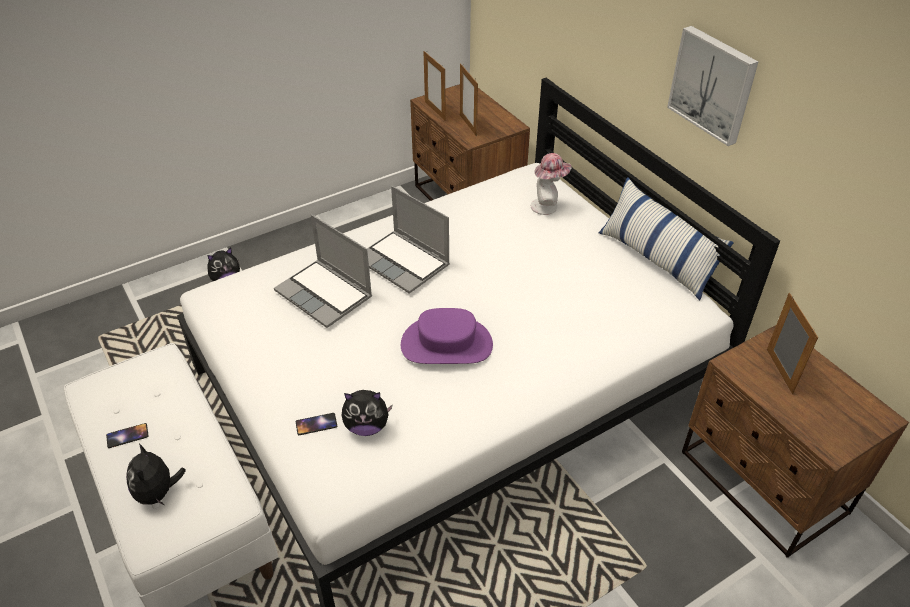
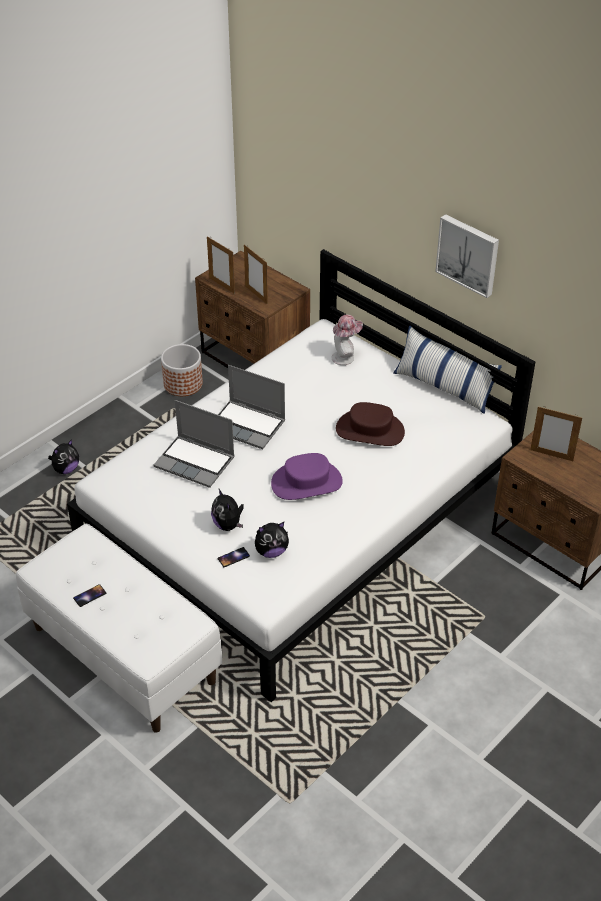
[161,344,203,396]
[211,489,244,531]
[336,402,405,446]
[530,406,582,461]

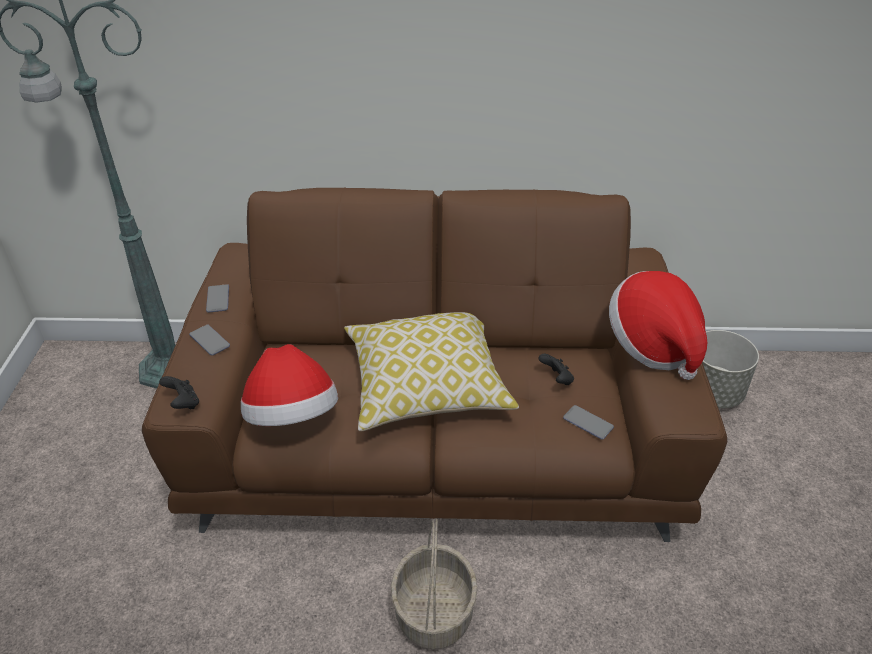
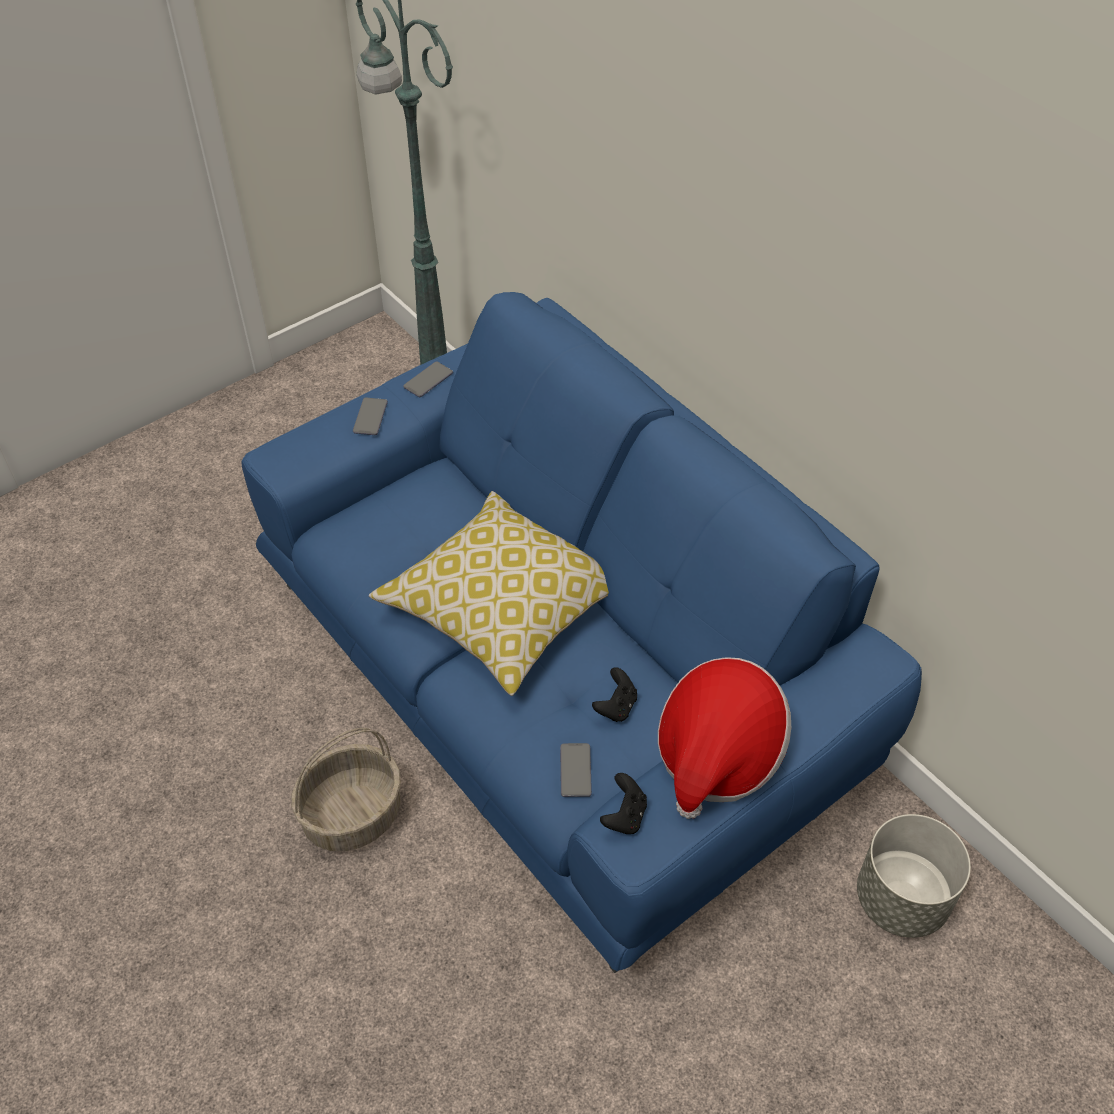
[241,292,922,973]
[600,773,647,834]
[241,344,338,426] (first image)

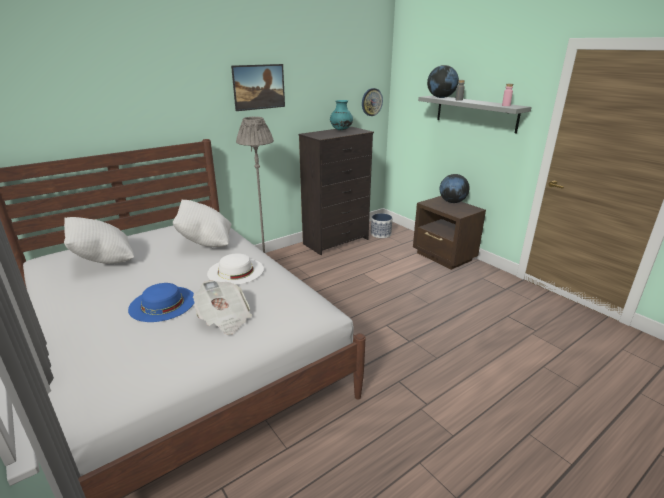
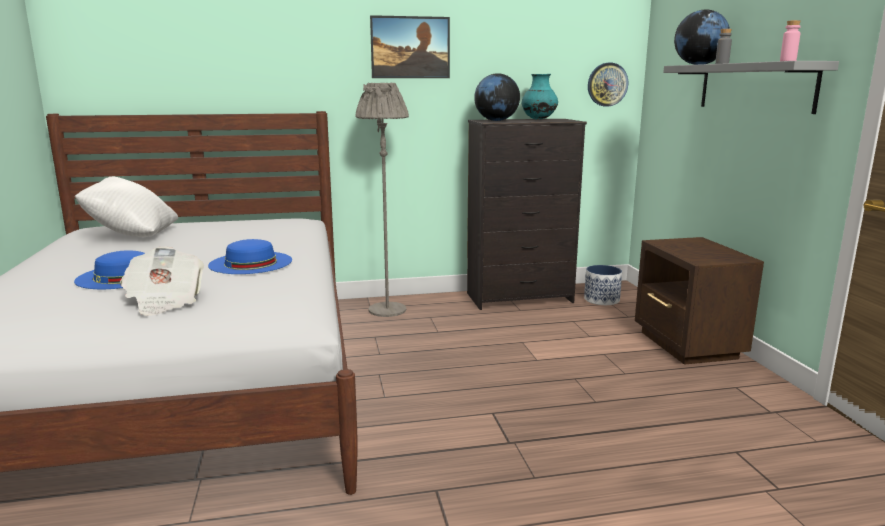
[208,239,292,274]
[474,73,520,121]
[173,200,231,247] (first image)

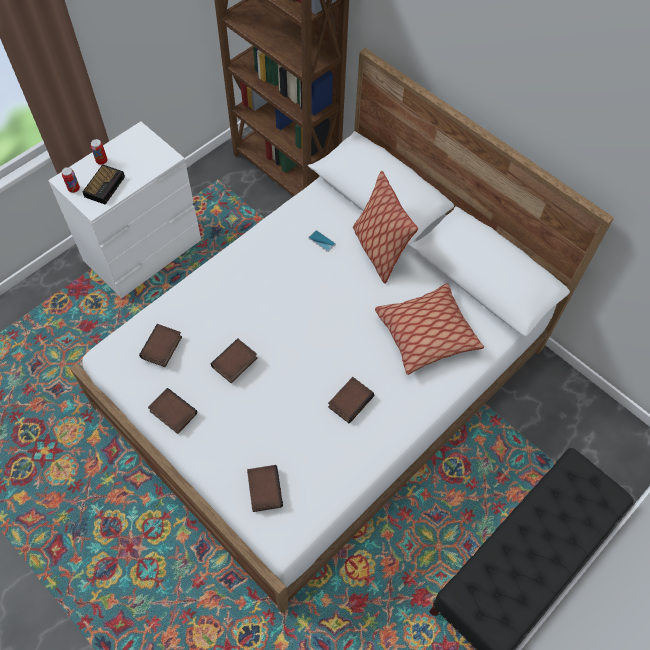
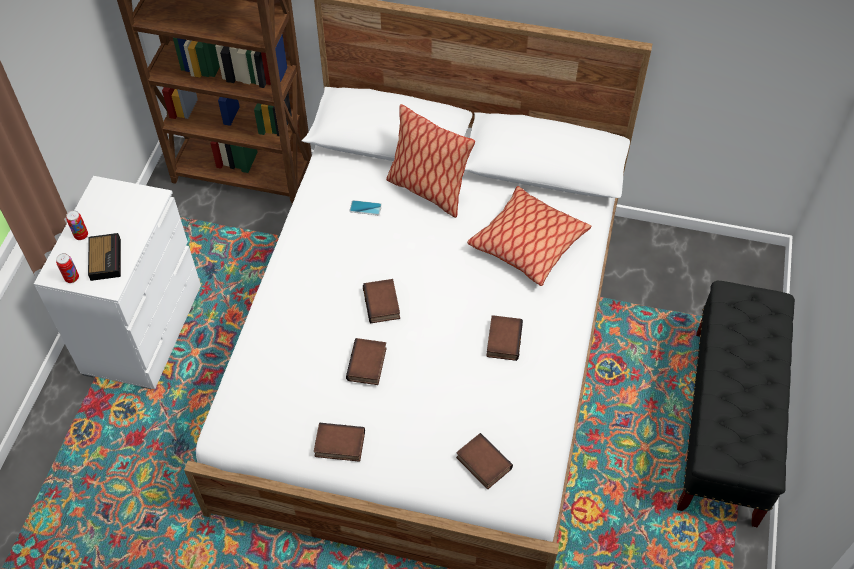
[363,279,400,323]

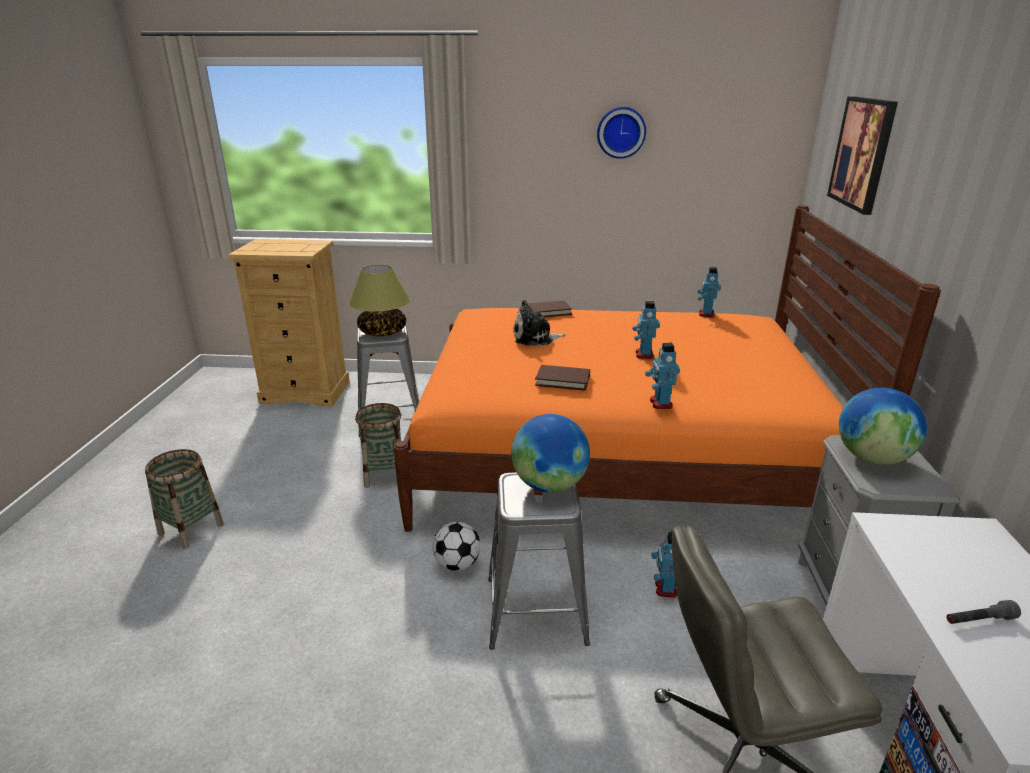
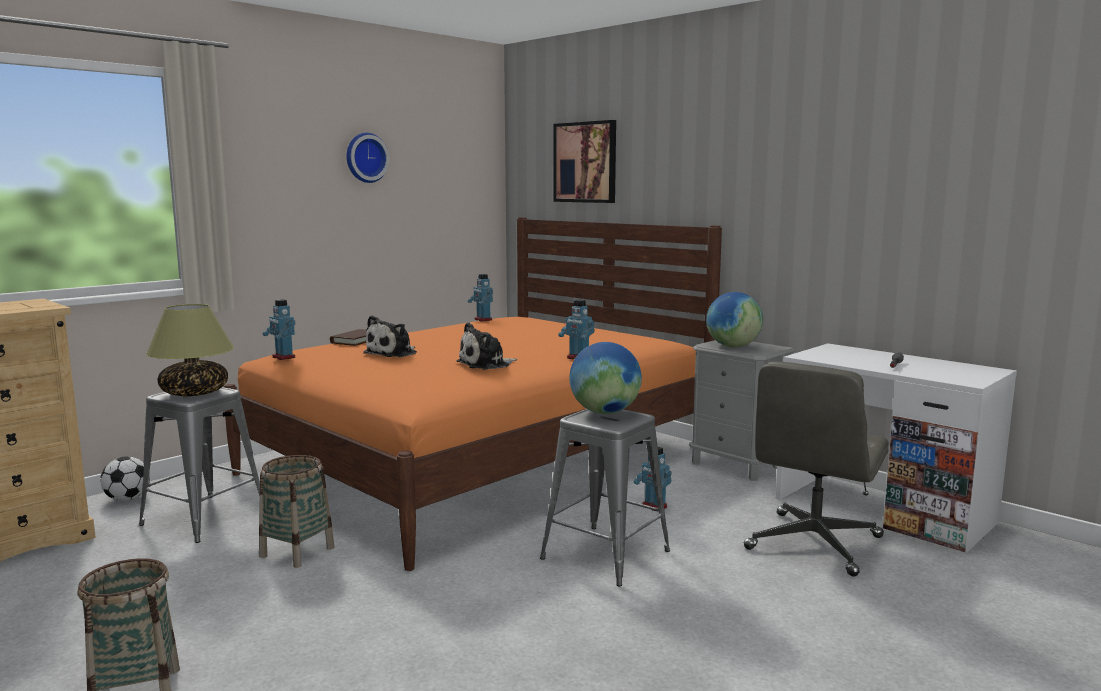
[100,457,150,501]
[262,299,295,360]
[457,322,517,370]

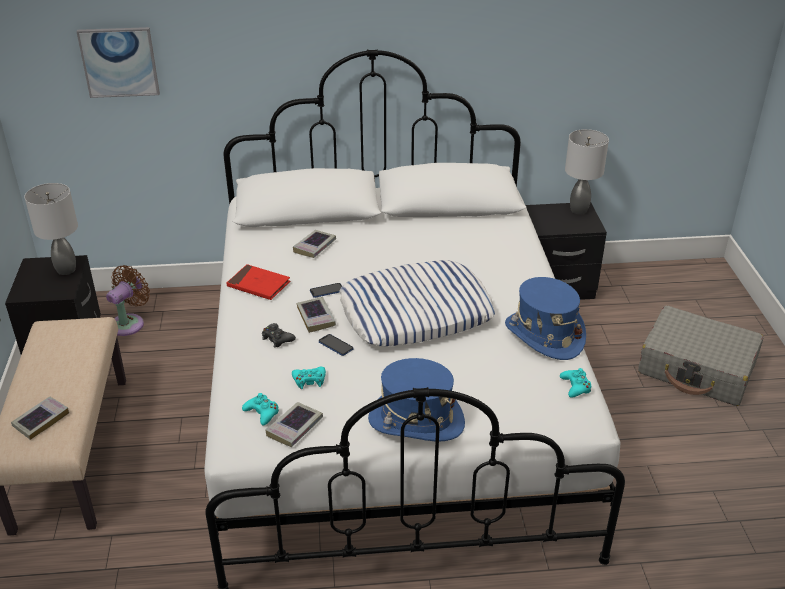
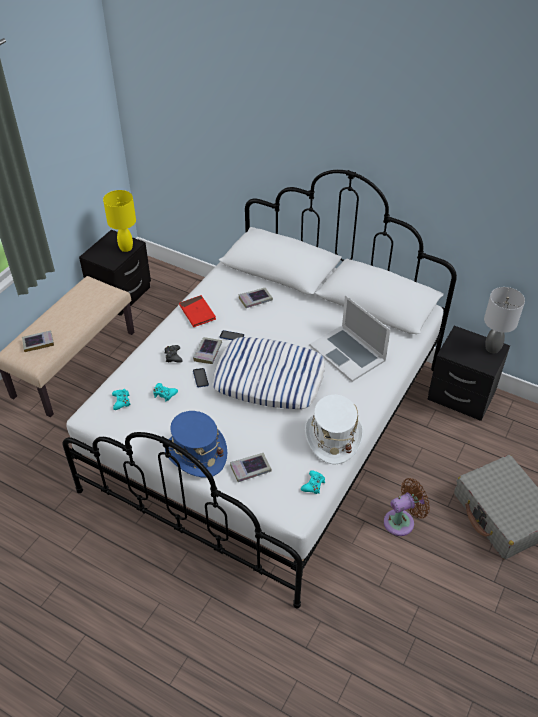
[103,190,136,252]
[230,453,272,482]
[305,395,363,465]
[309,295,391,382]
[384,478,430,536]
[76,27,160,98] (first image)

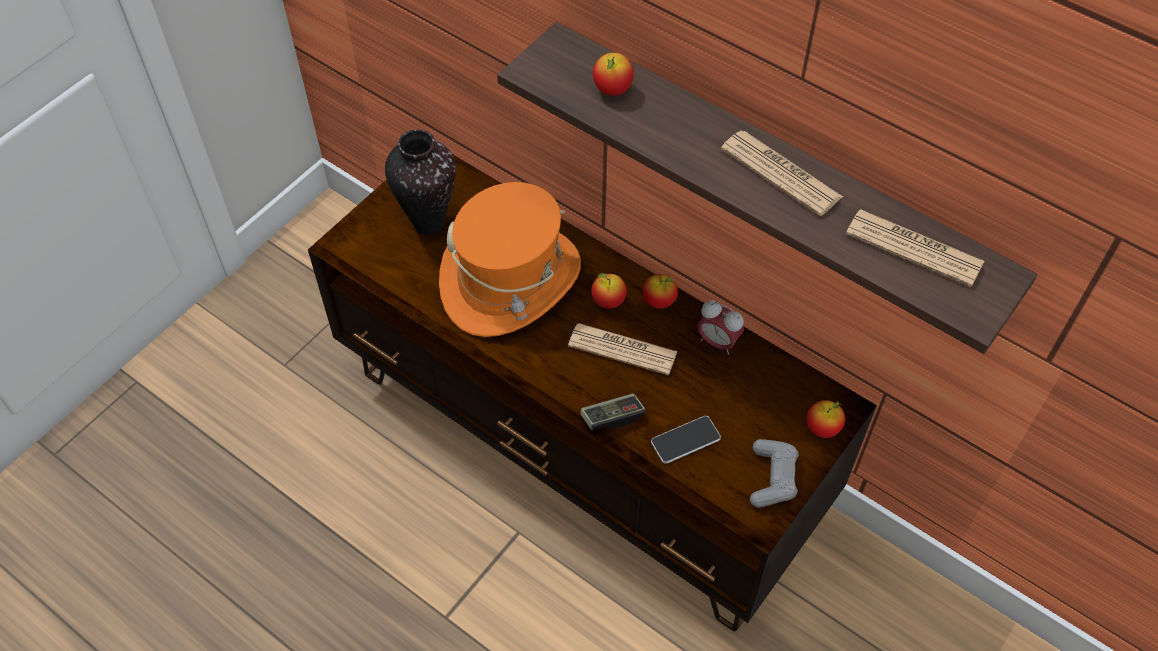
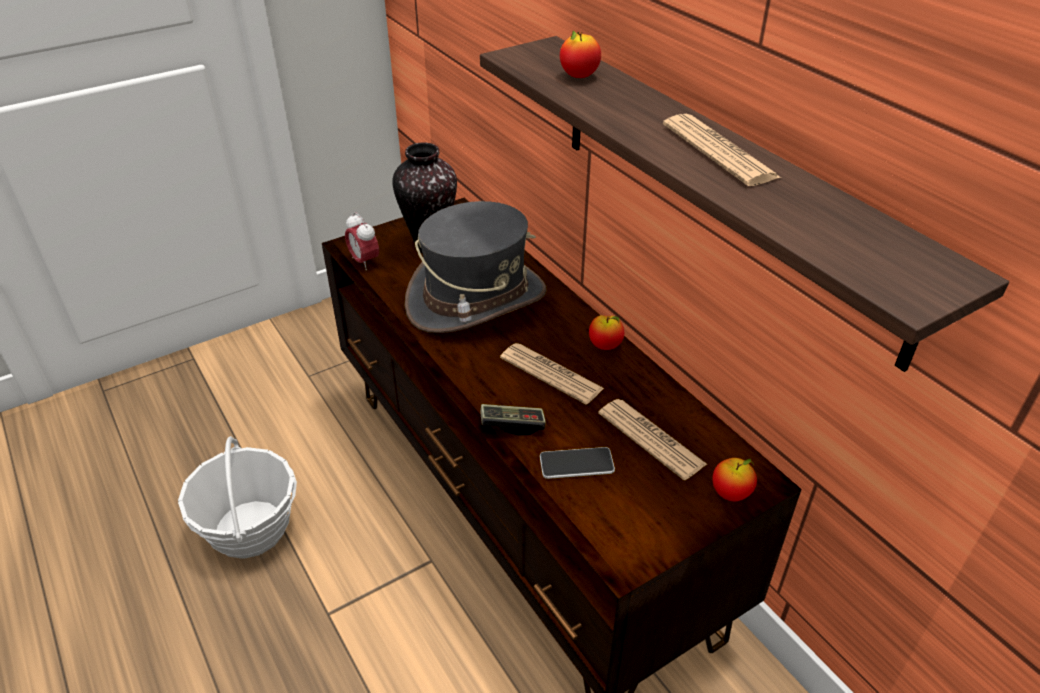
[178,436,297,559]
[345,212,379,270]
[405,201,547,333]
[598,399,707,480]
[591,273,627,309] (first image)
[750,439,799,508] (first image)

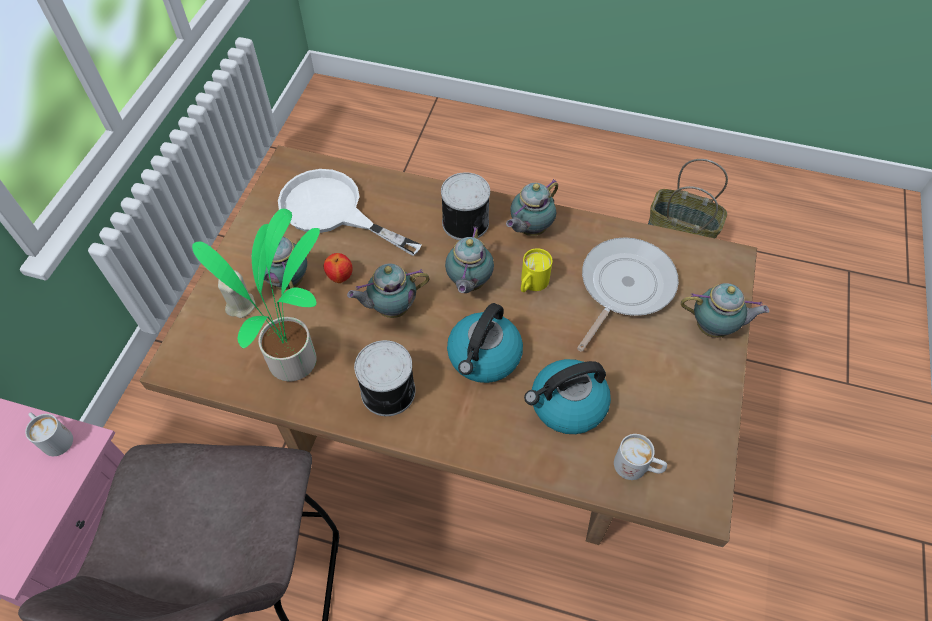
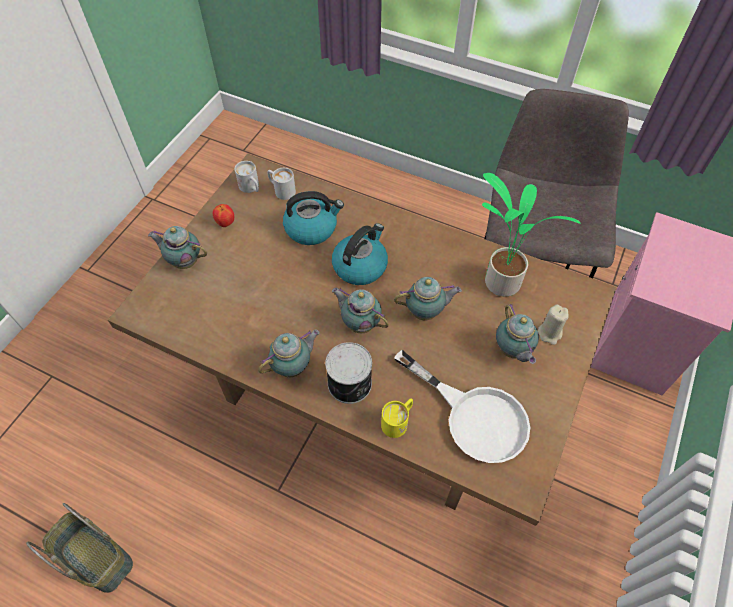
[213,204,234,227]
[235,161,259,193]
[332,288,389,333]
[381,398,413,438]
[354,340,415,416] (first image)
[577,237,679,352] (first image)

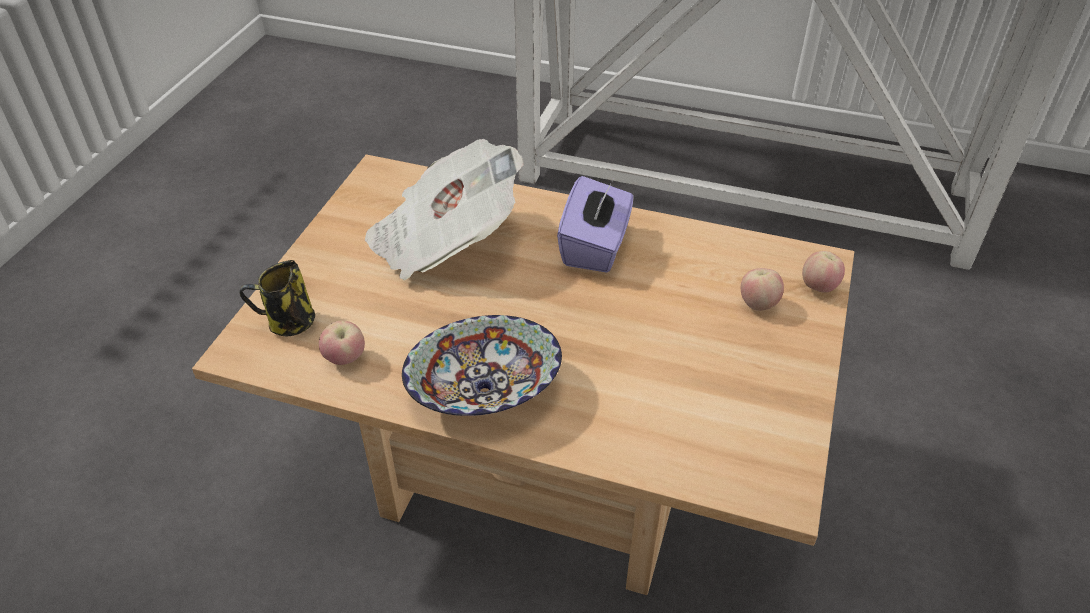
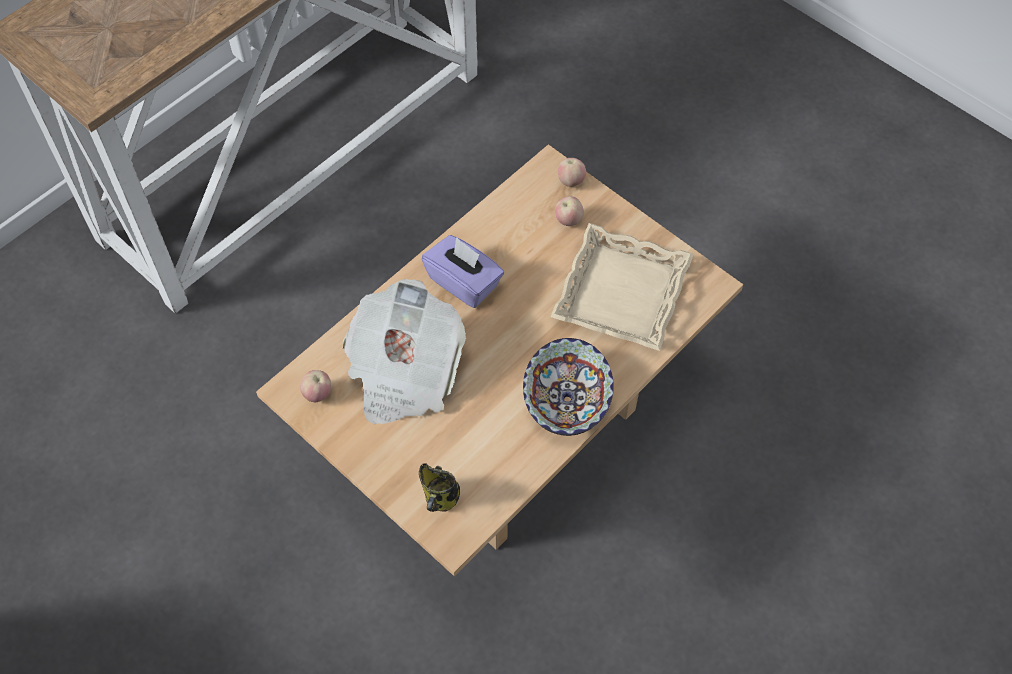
[300,370,331,402]
[550,223,694,351]

